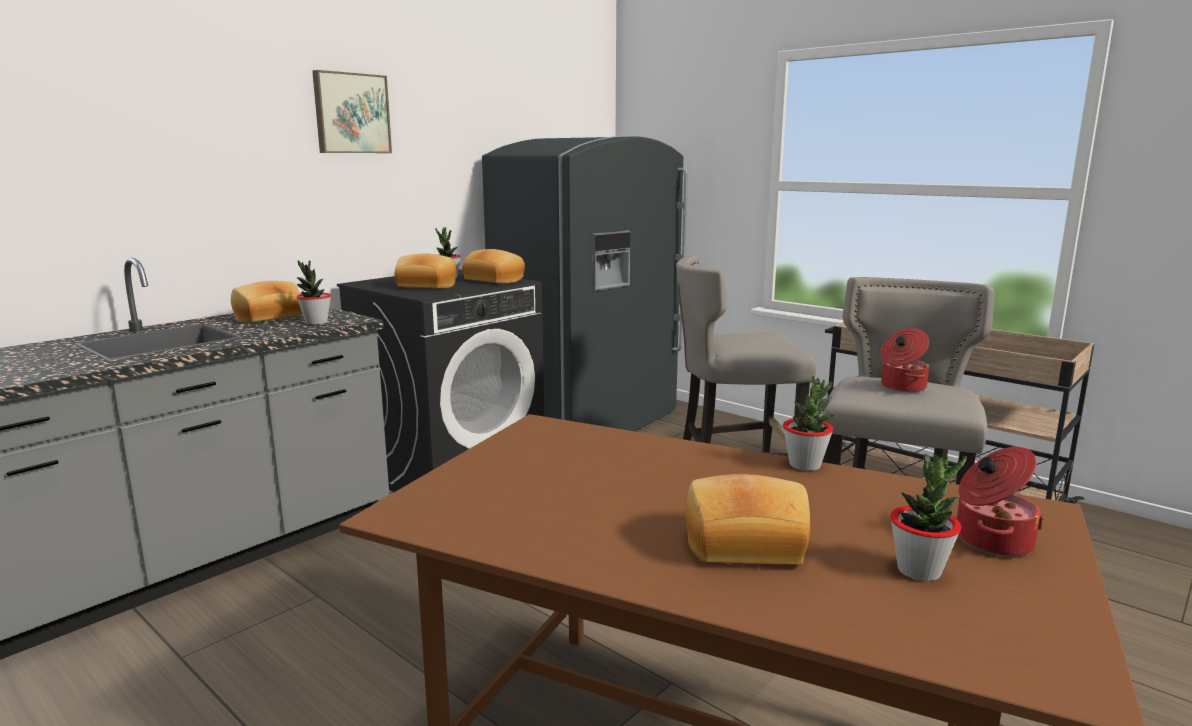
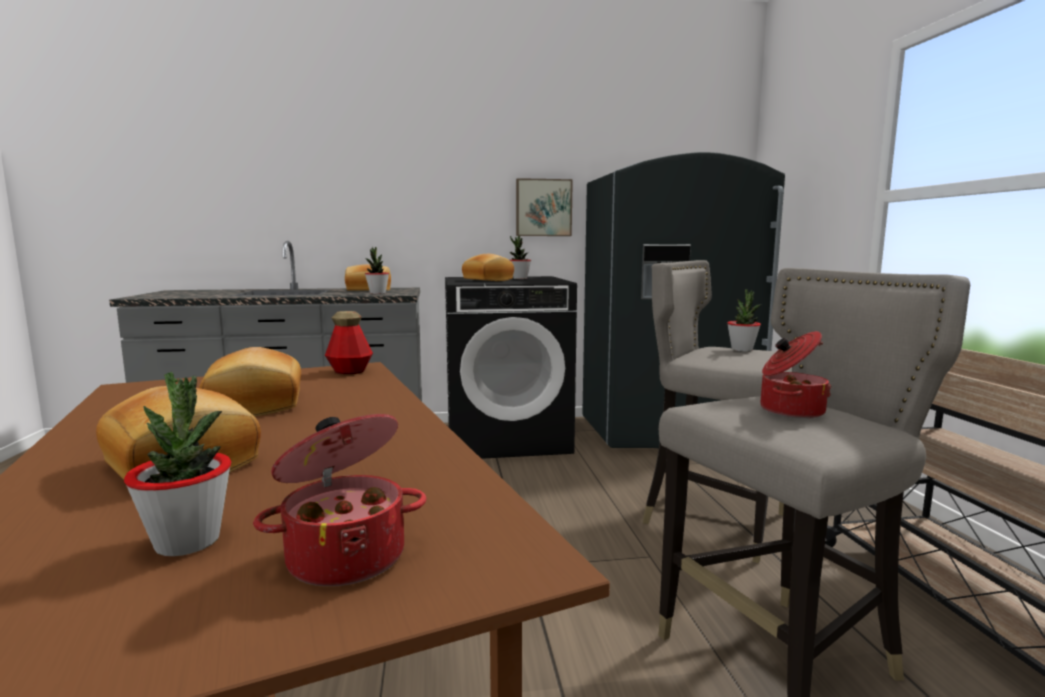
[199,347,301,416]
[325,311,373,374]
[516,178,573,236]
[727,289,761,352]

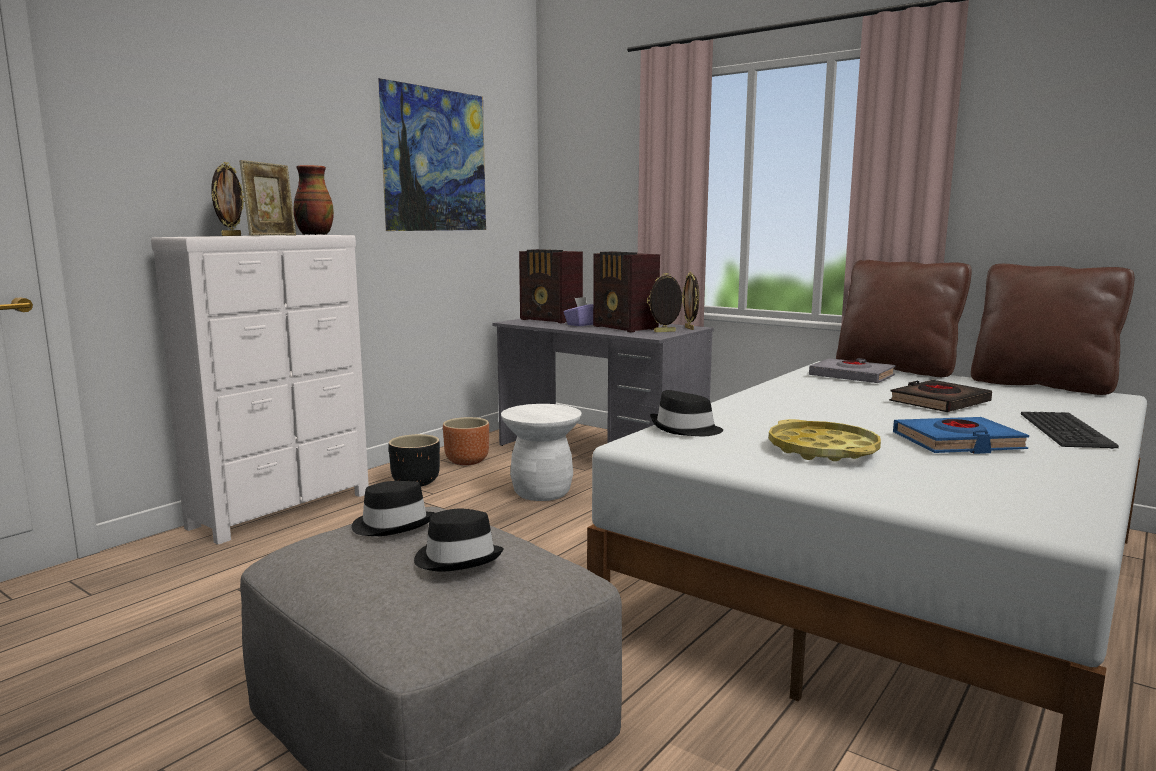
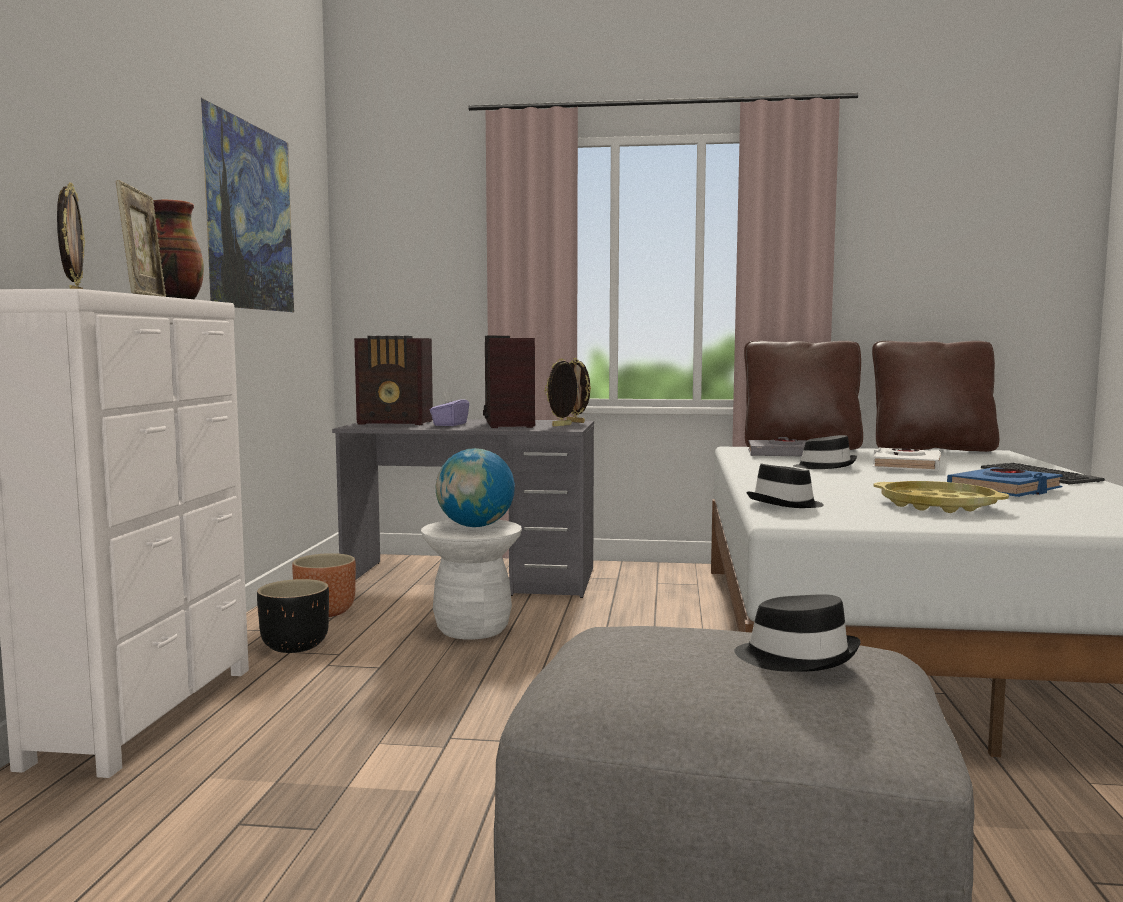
[436,448,515,527]
[483,336,535,428]
[793,435,857,469]
[872,448,941,471]

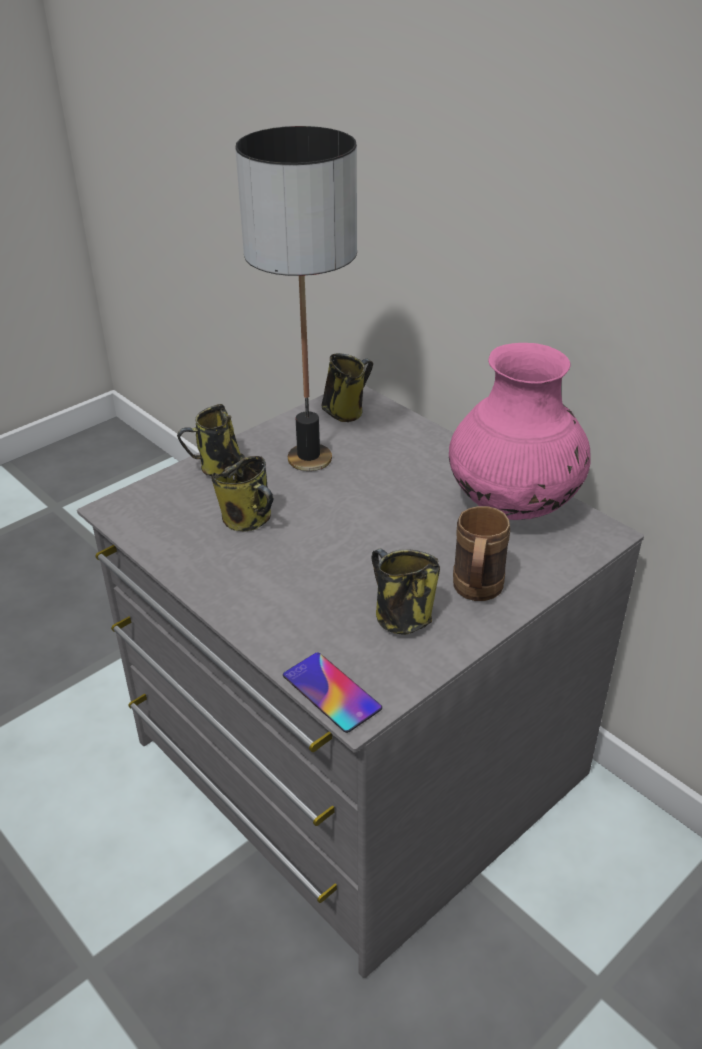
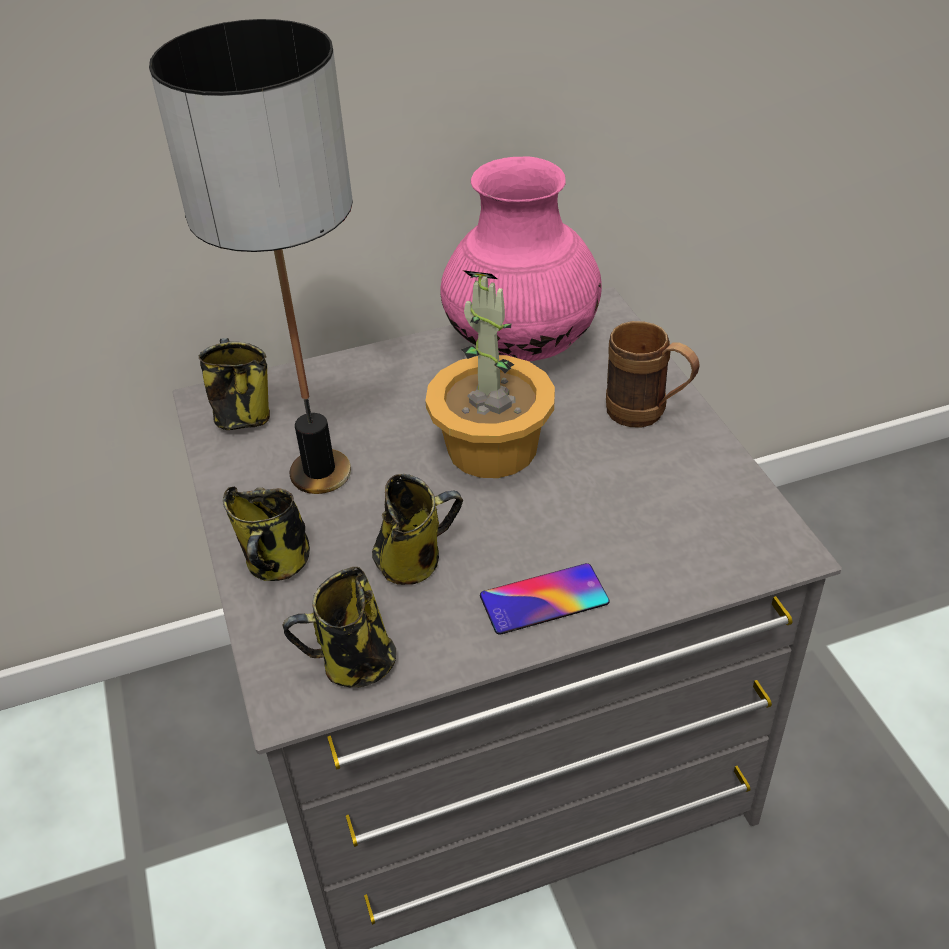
[282,567,396,688]
[425,270,555,478]
[480,563,610,635]

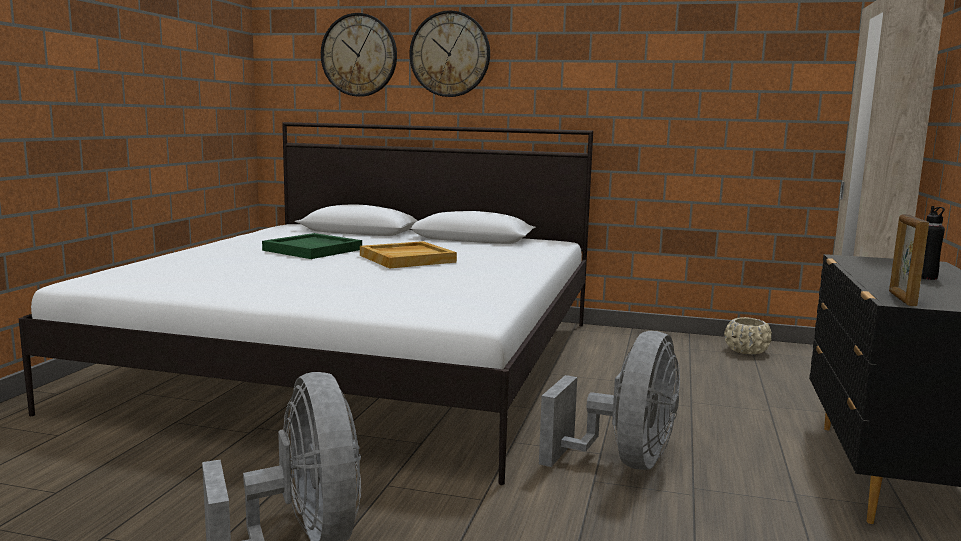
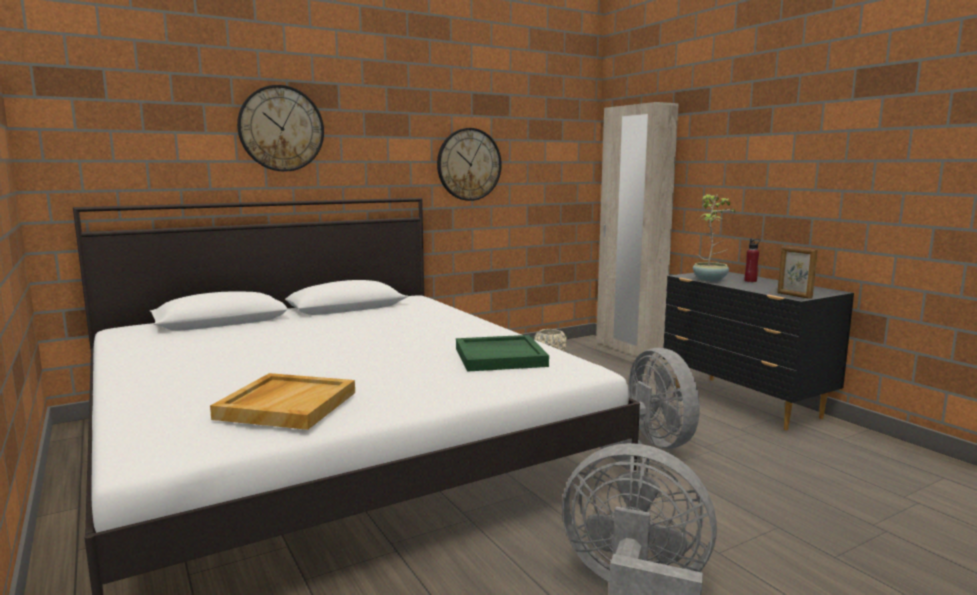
[210,373,355,430]
[437,128,502,201]
[456,335,549,372]
[693,194,736,282]
[745,238,761,282]

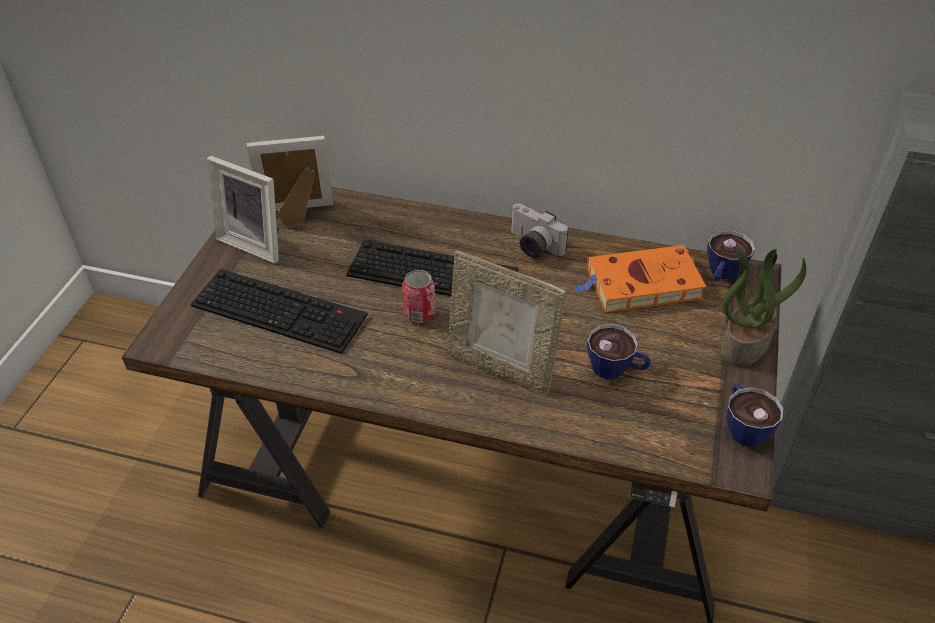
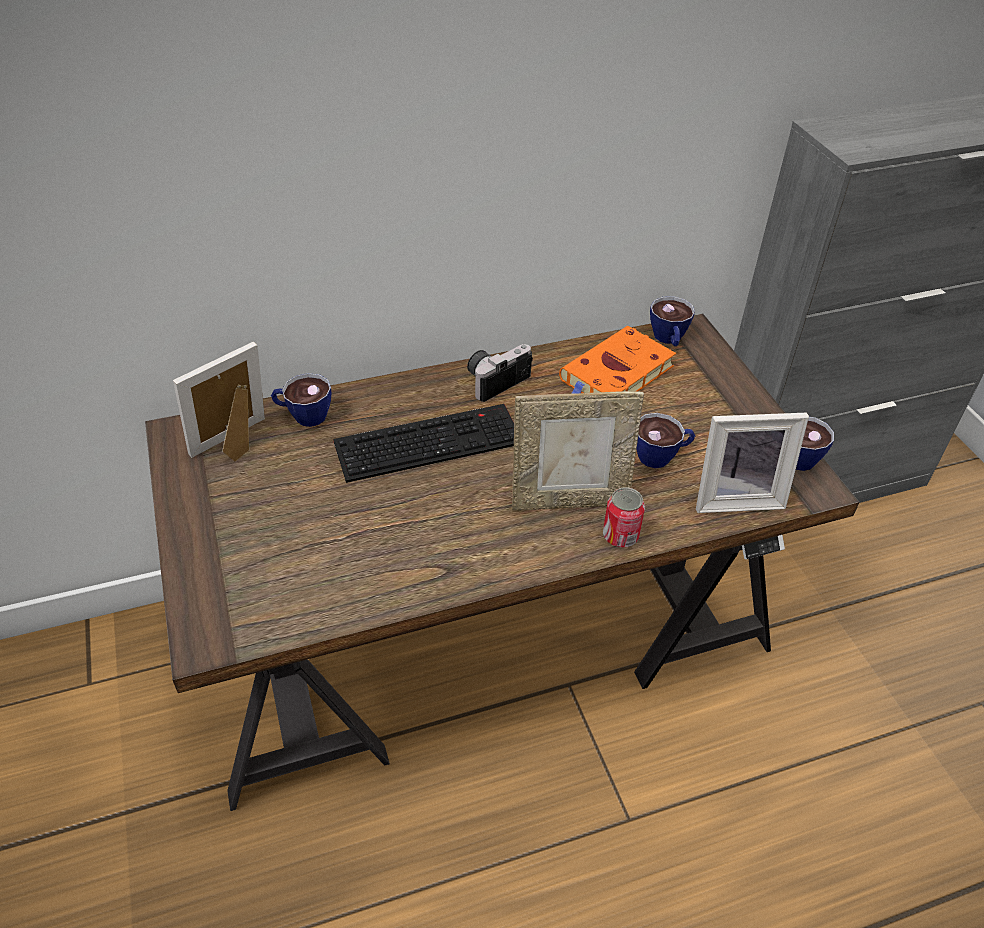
[271,373,331,427]
[467,344,533,402]
[603,487,645,547]
[696,412,809,513]
[191,269,368,354] (first image)
[721,247,806,366] (first image)

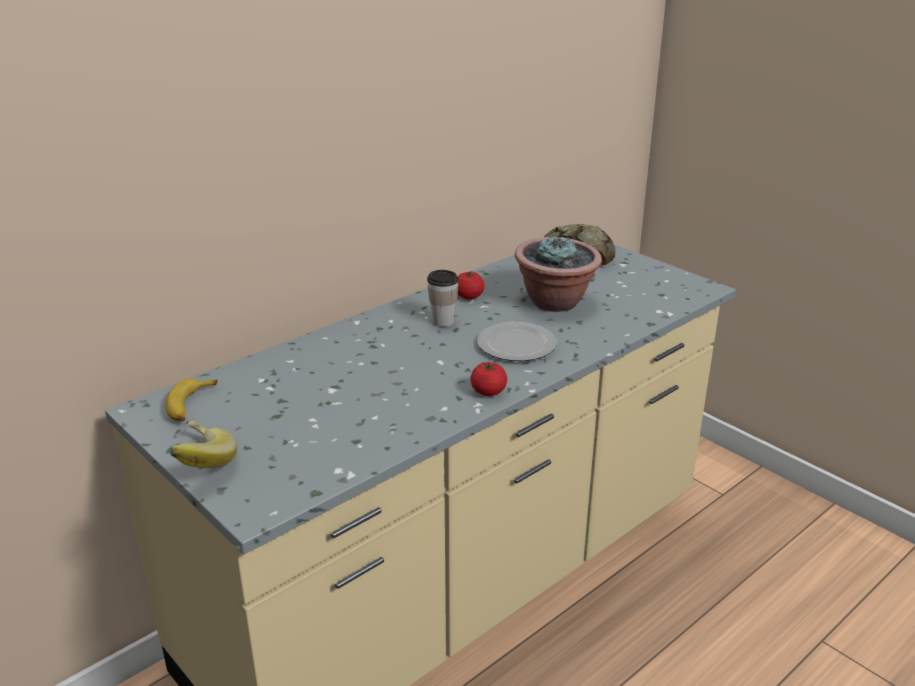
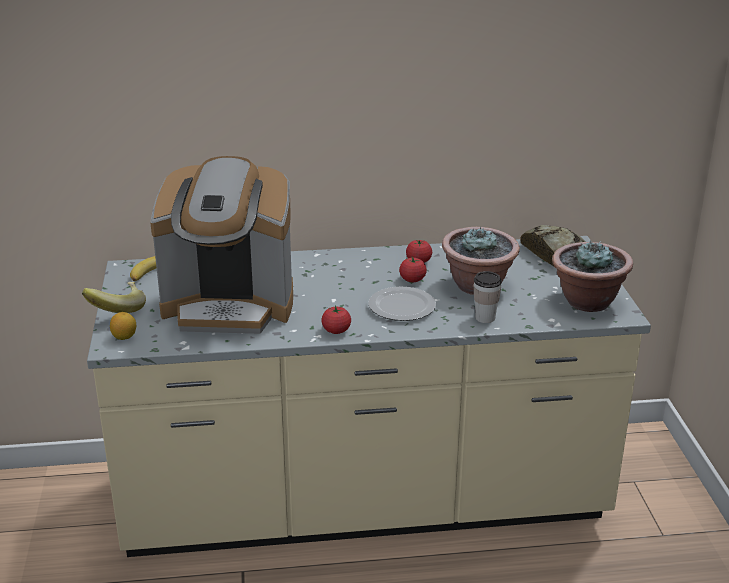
[110,312,136,340]
[150,156,293,334]
[399,257,427,282]
[474,271,502,323]
[552,240,633,312]

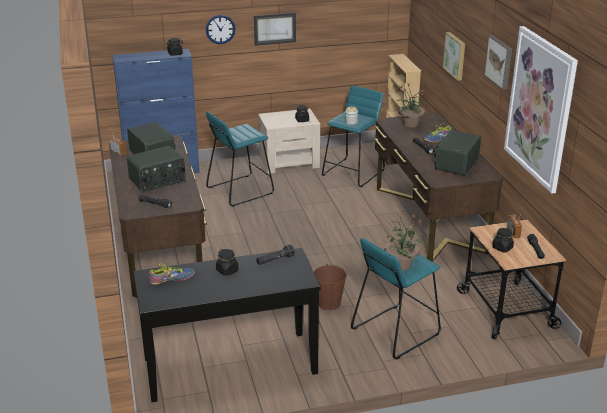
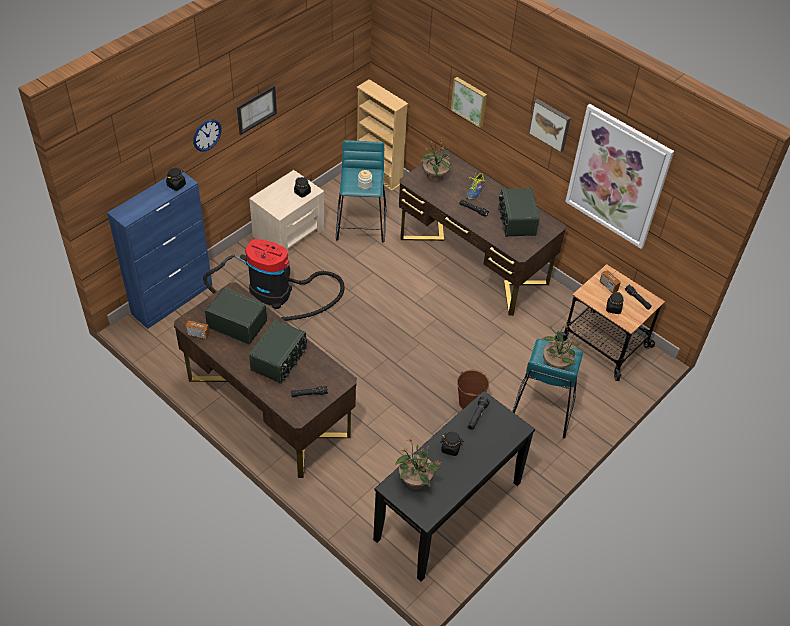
[203,239,344,321]
[395,439,441,489]

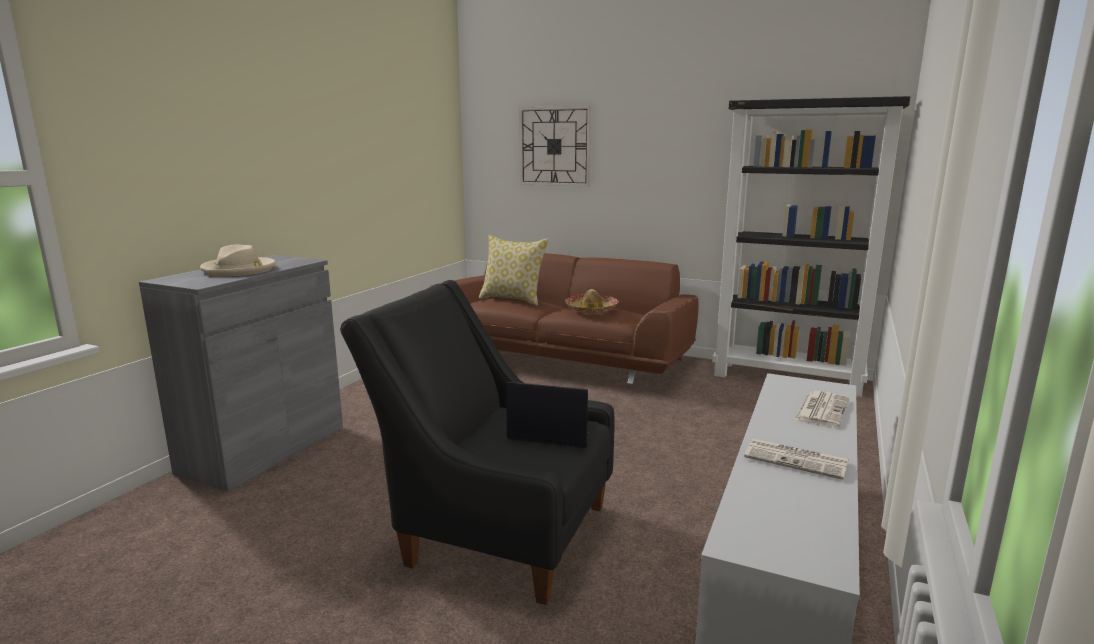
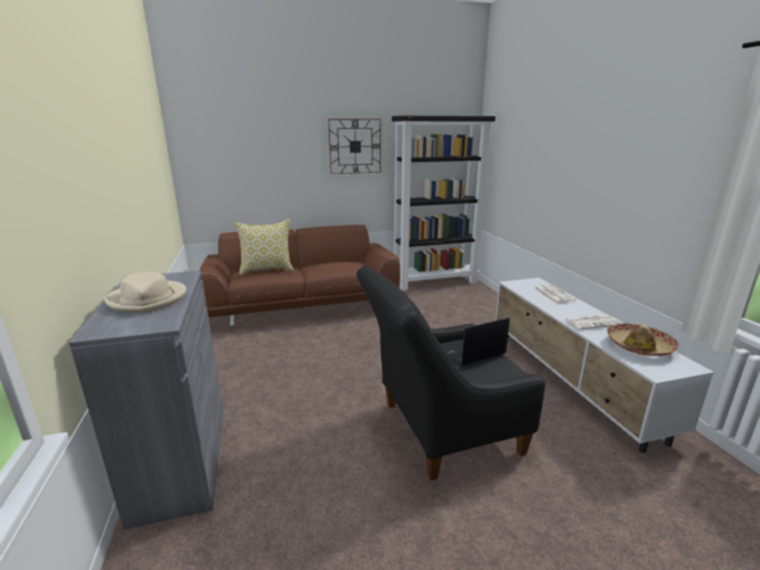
[326,117,383,177]
[607,323,679,356]

